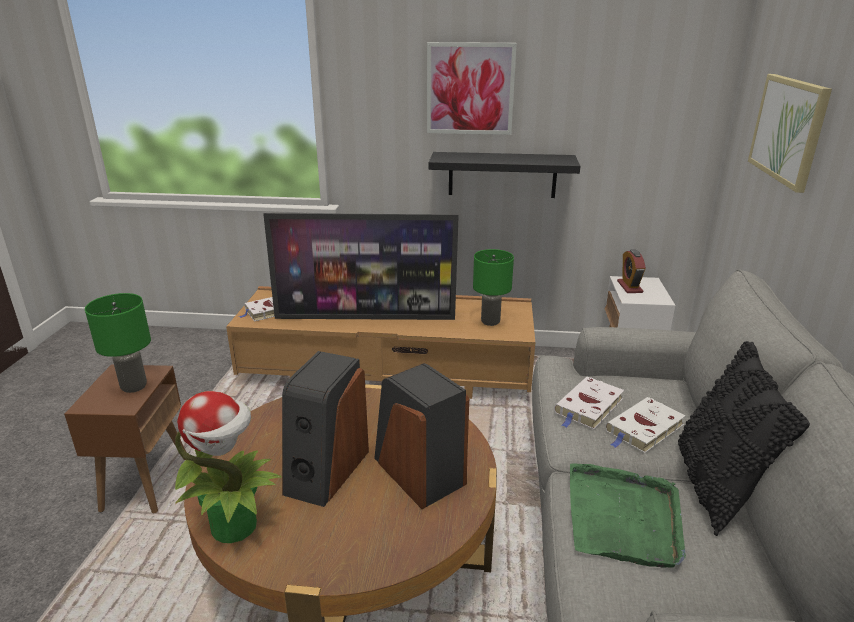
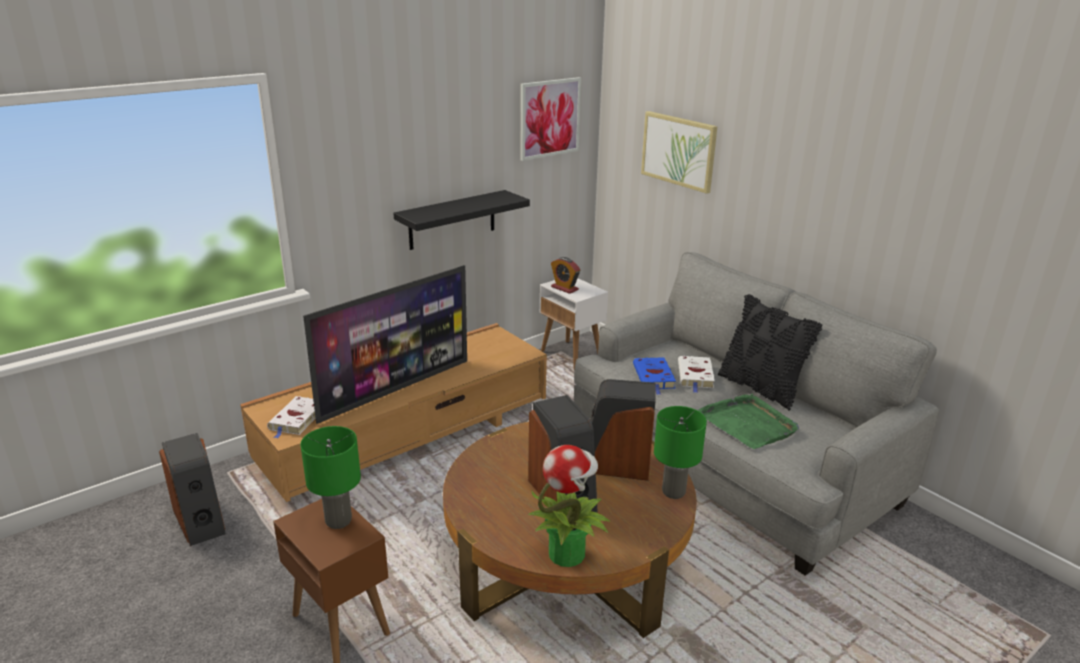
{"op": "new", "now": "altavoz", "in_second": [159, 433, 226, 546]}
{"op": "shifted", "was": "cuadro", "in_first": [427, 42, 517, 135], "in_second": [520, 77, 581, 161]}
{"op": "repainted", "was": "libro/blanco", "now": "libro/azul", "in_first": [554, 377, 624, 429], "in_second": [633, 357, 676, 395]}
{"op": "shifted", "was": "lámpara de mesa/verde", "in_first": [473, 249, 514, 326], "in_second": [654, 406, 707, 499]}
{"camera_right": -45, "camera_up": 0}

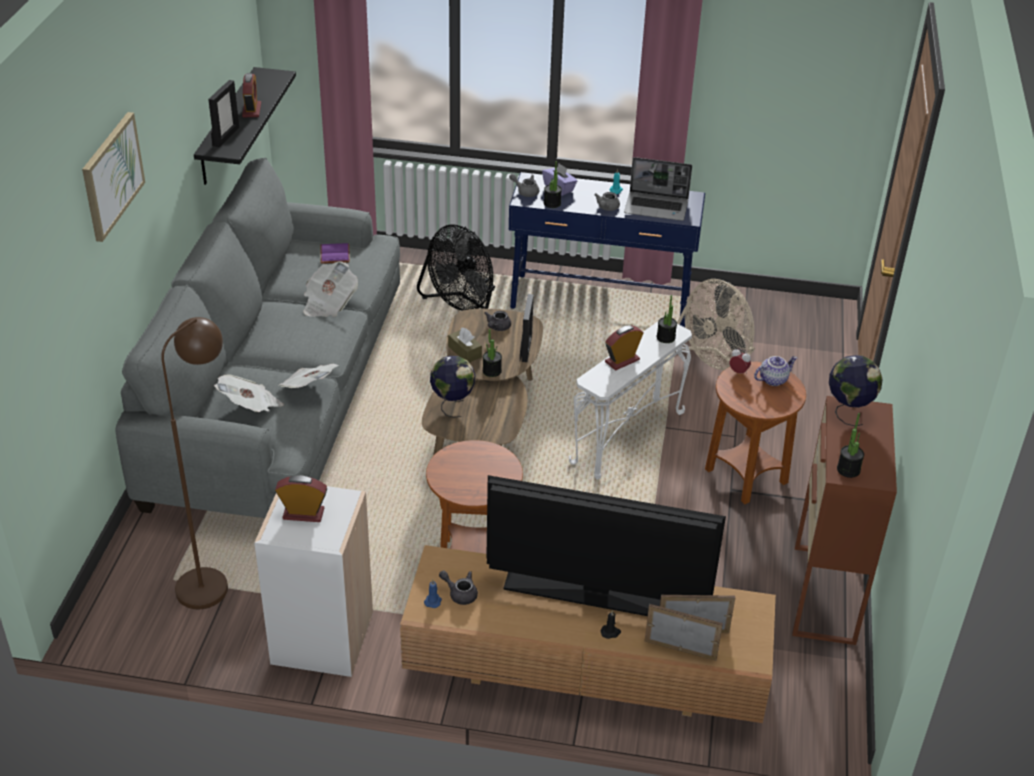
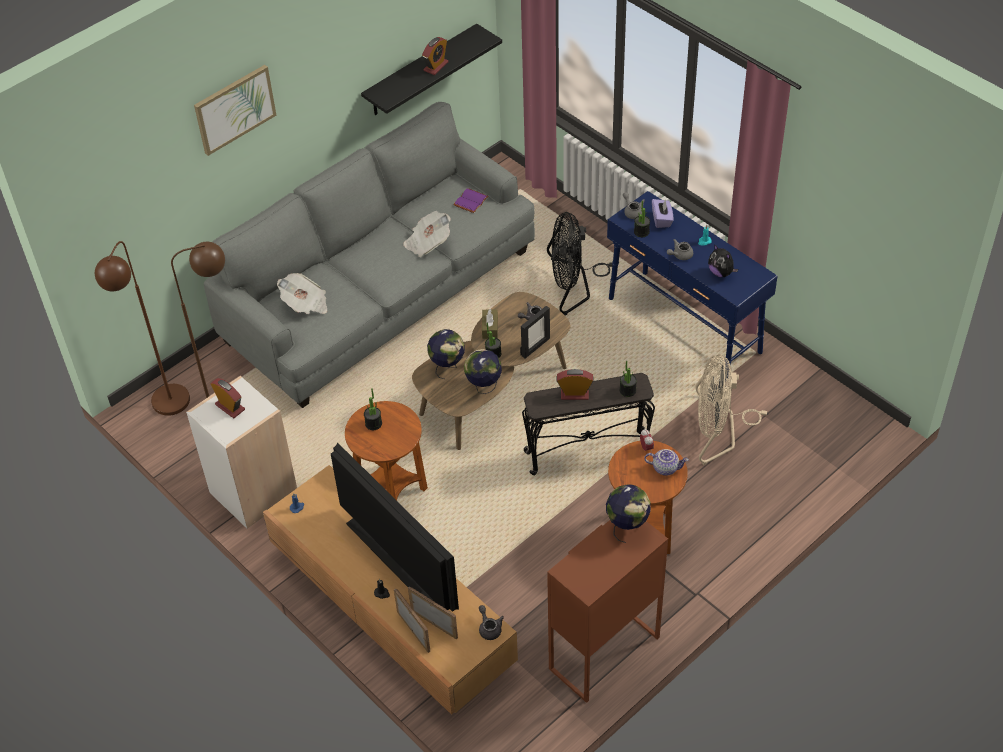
{"op": "new", "now": "lámpara de pie/marrón", "in_second": [95, 241, 190, 416]}
{"op": "shifted", "was": "planta en maceta", "in_first": [837, 413, 864, 478], "in_second": [364, 388, 382, 430]}
{"op": "new", "now": "globo terráqueo", "in_second": [464, 349, 502, 394]}
{"op": "shifted", "was": "tetera/gris", "in_first": [439, 570, 478, 605], "in_second": [479, 605, 504, 640]}
{"op": "repainted", "was": "mesa auxiliar/blanco", "now": "mesa auxiliar/negro", "in_first": [569, 321, 692, 480], "in_second": [522, 373, 655, 476]}
{"op": "swapped", "was": "portátil", "now": "peluche", "in_first": [624, 157, 692, 221], "in_second": [708, 244, 738, 277]}
{"op": "gone", "was": "portarretratos", "in_first": [208, 80, 239, 147]}
{"op": "gone", "was": "periódico", "in_first": [279, 364, 338, 388]}
{"camera_right": 40, "camera_up": 10}

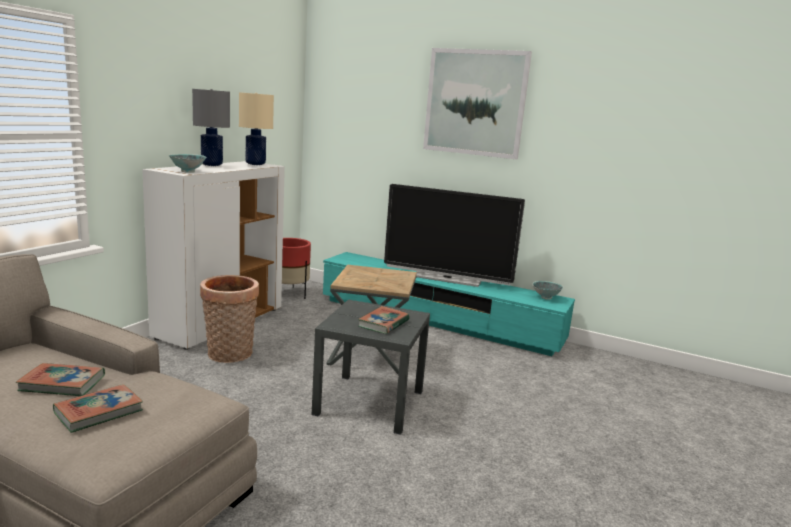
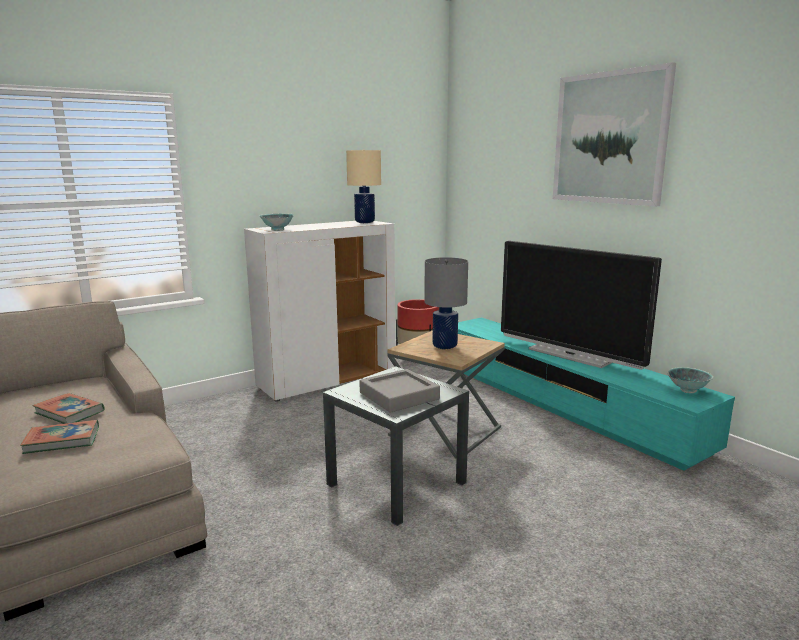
{"op": "swapped", "was": "libro", "now": "bandeja/gris", "in_first": [358, 306, 410, 334], "in_second": [359, 369, 440, 413]}
{"op": "shifted", "was": "lámpara de mesa/gris", "in_first": [192, 89, 230, 166], "in_second": [424, 257, 468, 349]}
{"op": "gone", "was": "cesta", "in_first": [200, 275, 259, 363]}
{"camera_right": 30, "camera_up": 0}

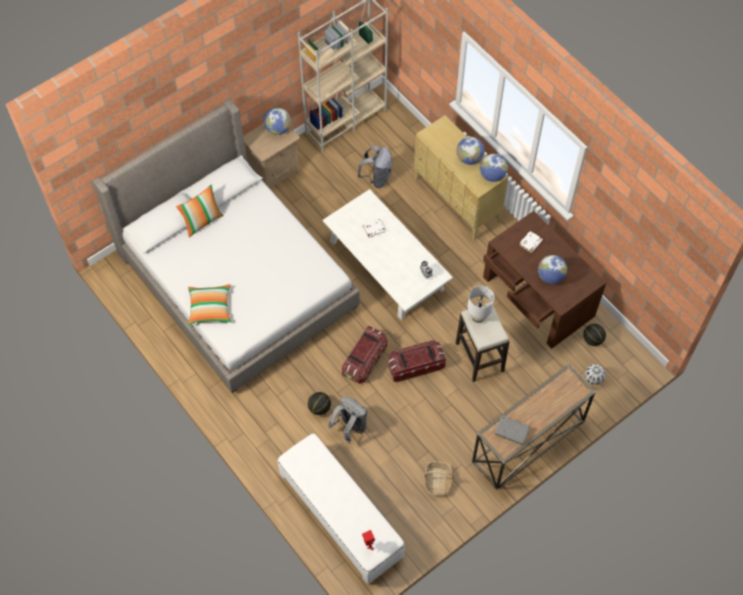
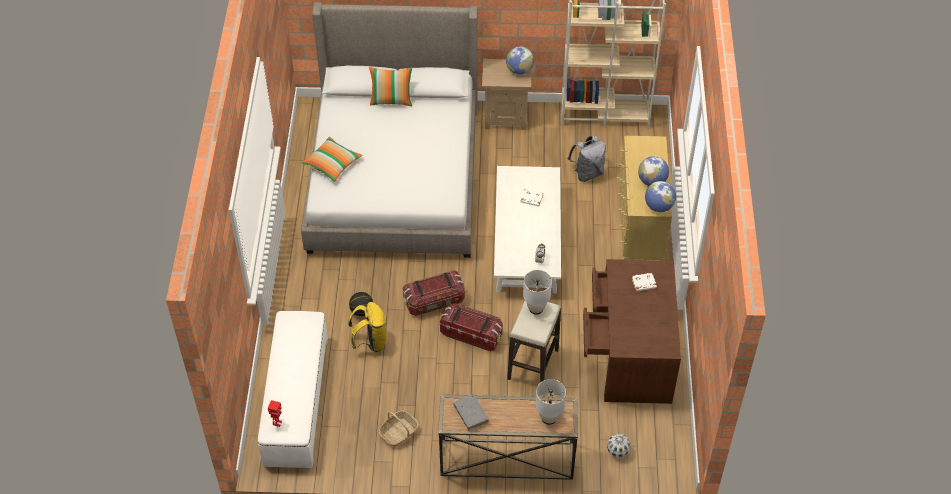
{"op": "repainted", "was": "mochila/gris", "now": "mochila/amarillo", "in_first": [328, 397, 367, 443], "in_second": [348, 302, 387, 352]}
{"op": "new", "now": "lámpara de mesa/blanco", "in_second": [535, 379, 566, 425]}
{"op": "gone", "was": "globo terráqueo", "in_first": [538, 255, 567, 284]}
{"op": "gone", "was": "balón de baloncesto", "in_first": [583, 324, 606, 346]}
{"camera_right": 40, "camera_up": -10}

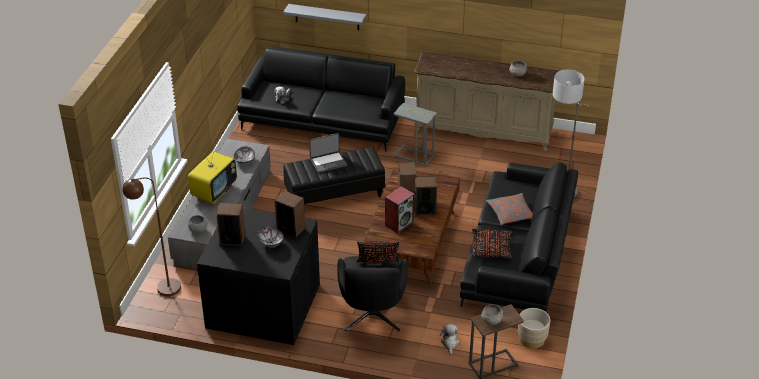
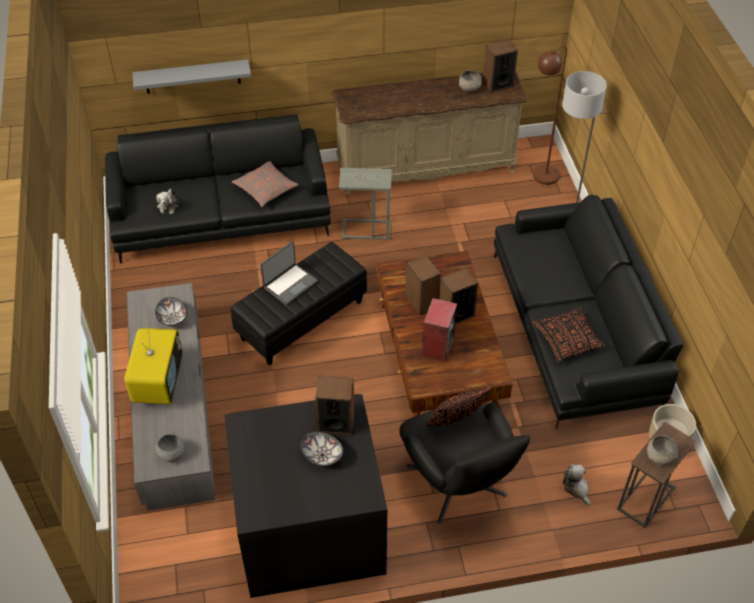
{"op": "shifted", "was": "cojín/gris", "in_first": [486, 193, 533, 225], "in_second": [232, 161, 299, 207]}
{"op": "shifted", "was": "altavoz", "in_first": [216, 203, 245, 246], "in_second": [482, 39, 518, 93]}
{"op": "shifted", "was": "lámpara de pie/marrón", "in_first": [122, 178, 181, 296], "in_second": [533, 46, 567, 185]}
{"camera_right": -25, "camera_up": 10}

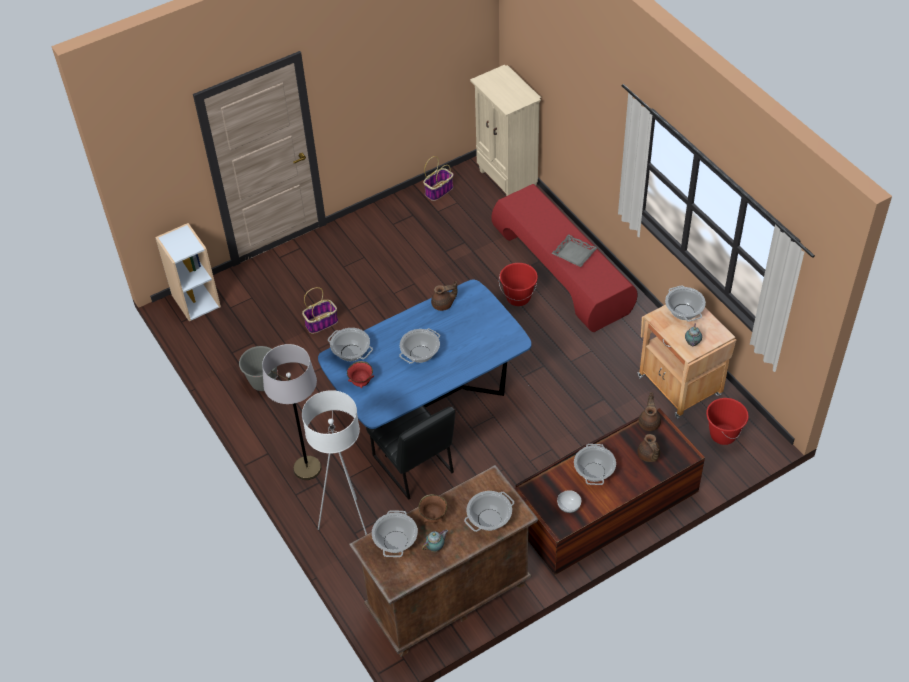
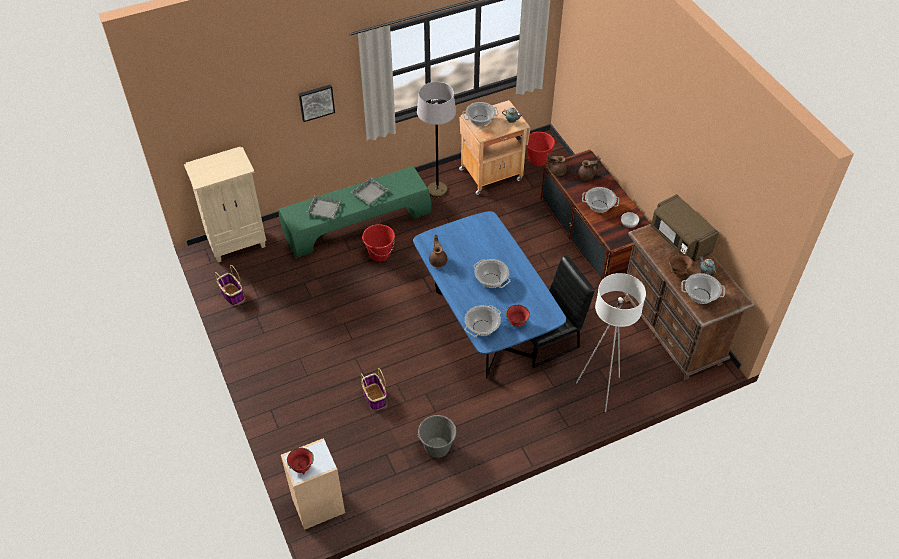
{"op": "repainted", "was": "banco/rojo", "now": "banco/verde", "in_first": [491, 184, 638, 332], "in_second": [278, 166, 431, 258]}
{"op": "new", "now": "cuenco/rojo", "in_second": [287, 448, 314, 474]}
{"op": "new", "now": "cuadro", "in_second": [299, 84, 335, 122]}
{"op": "new", "now": "bandeja/gris", "in_second": [306, 195, 342, 219]}
{"op": "shifted", "was": "lámpara de pie/gris", "in_first": [262, 344, 321, 480], "in_second": [417, 82, 456, 198]}
{"op": "swapped", "was": "olla", "now": "microondas/marrón", "in_first": [464, 491, 514, 532], "in_second": [651, 194, 719, 261]}
{"camera_right": -85, "camera_up": 0}

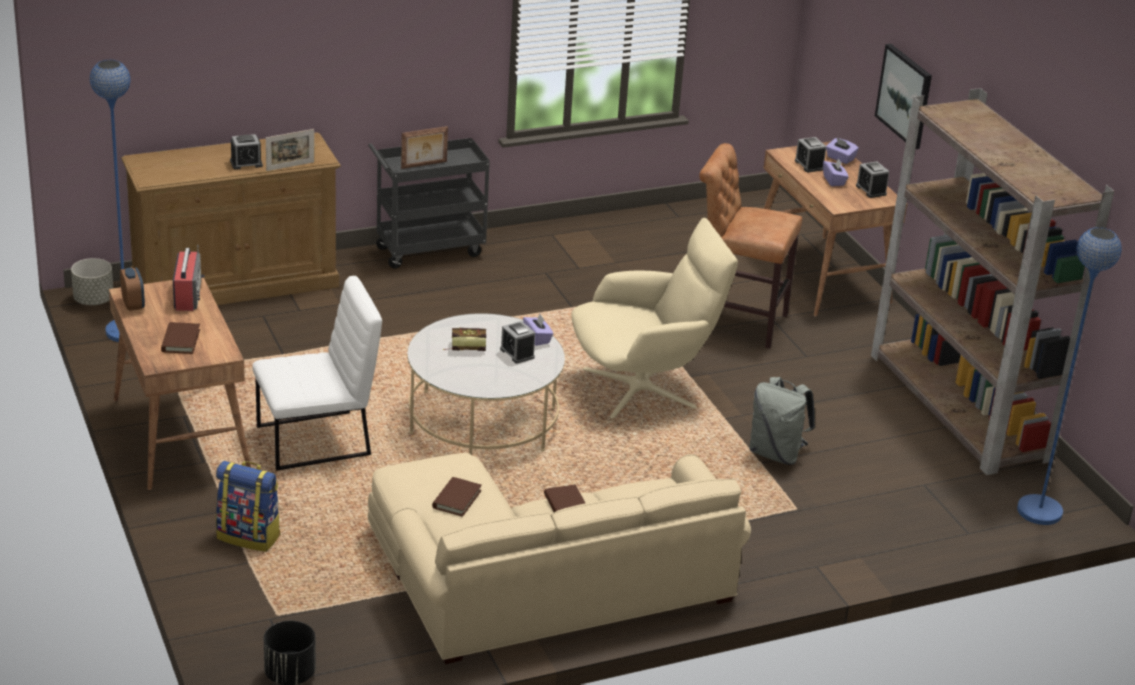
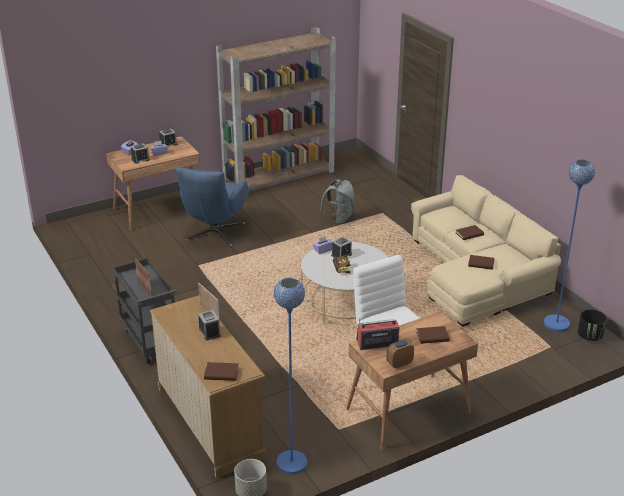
{"op": "swapped", "was": "taburete/marrón", "now": "sillón/azul", "in_first": [699, 143, 802, 349], "in_second": [176, 167, 249, 246]}
{"op": "new", "now": "libro/marrón", "in_second": [204, 362, 239, 381]}
{"op": "shifted", "was": "lámpara de pie/azul", "in_first": [1017, 227, 1122, 525], "in_second": [544, 160, 595, 332]}
{"op": "gone", "was": "mochila", "in_first": [216, 461, 281, 552]}
{"op": "gone", "was": "sillón/beis", "in_first": [572, 218, 738, 419]}
{"op": "gone", "was": "cuadro", "in_first": [875, 44, 932, 149]}
{"camera_right": -95, "camera_up": 0}

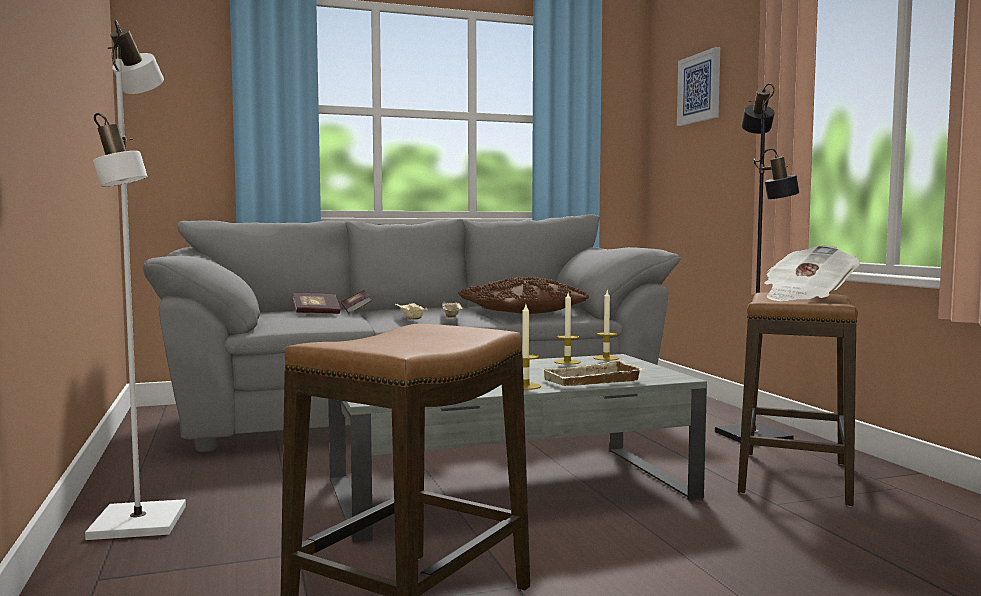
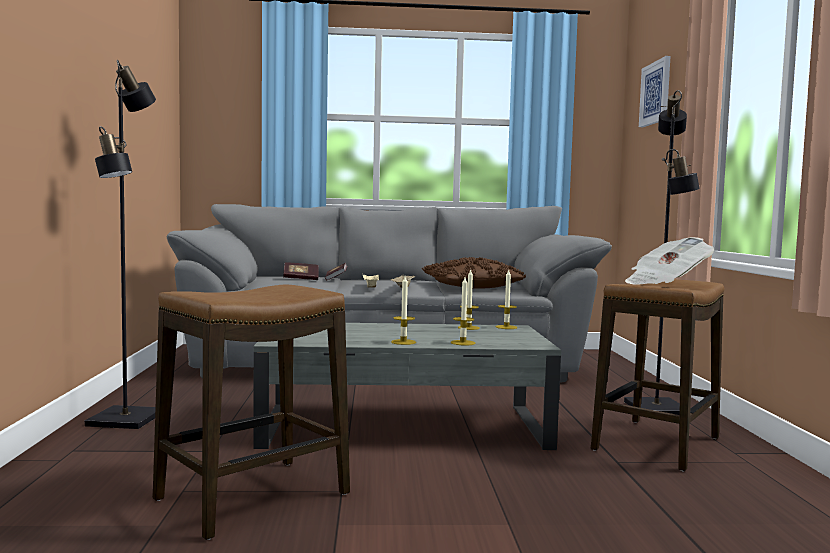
{"op": "repainted", "was": "lámpara de pie/blanco", "now": "lámpara de pie/negro", "in_first": [85, 20, 186, 540], "in_second": [85, 60, 156, 429]}
{"op": "swapped", "was": "bandeja/beis", "now": "vela", "in_first": [541, 360, 644, 386], "in_second": [451, 277, 475, 346]}
{"camera_right": 15, "camera_up": 0}

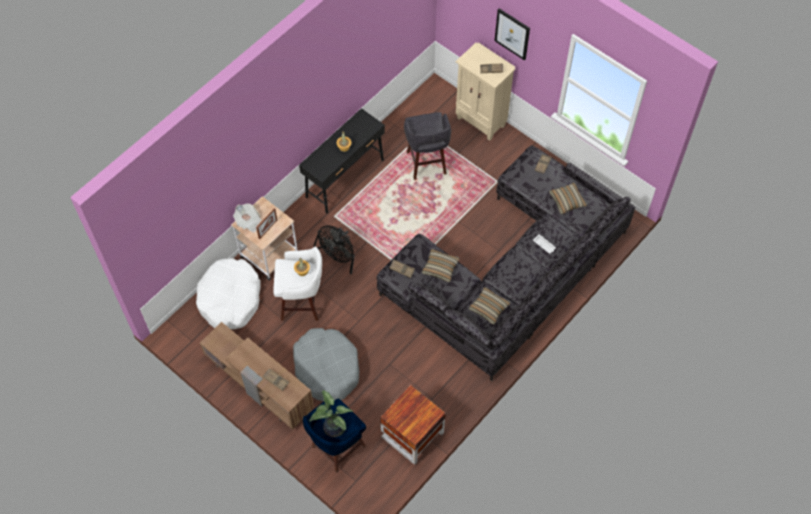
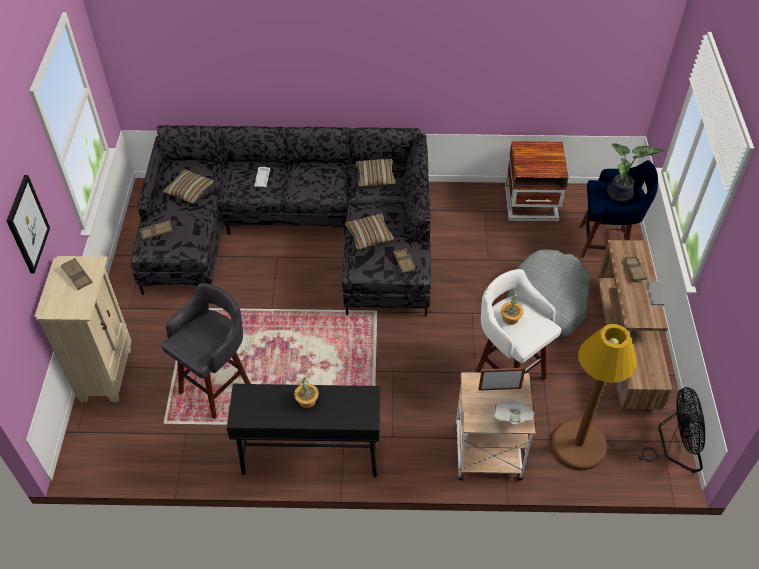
{"op": "swapped", "was": "cama para perro/blanco", "now": "lámpara de pie/marrón", "in_first": [196, 258, 261, 329], "in_second": [551, 324, 637, 470]}
{"op": "shifted", "was": "ventilador/negro", "in_first": [314, 225, 355, 274], "in_second": [638, 387, 705, 473]}
{"camera_right": -130, "camera_up": -10}

